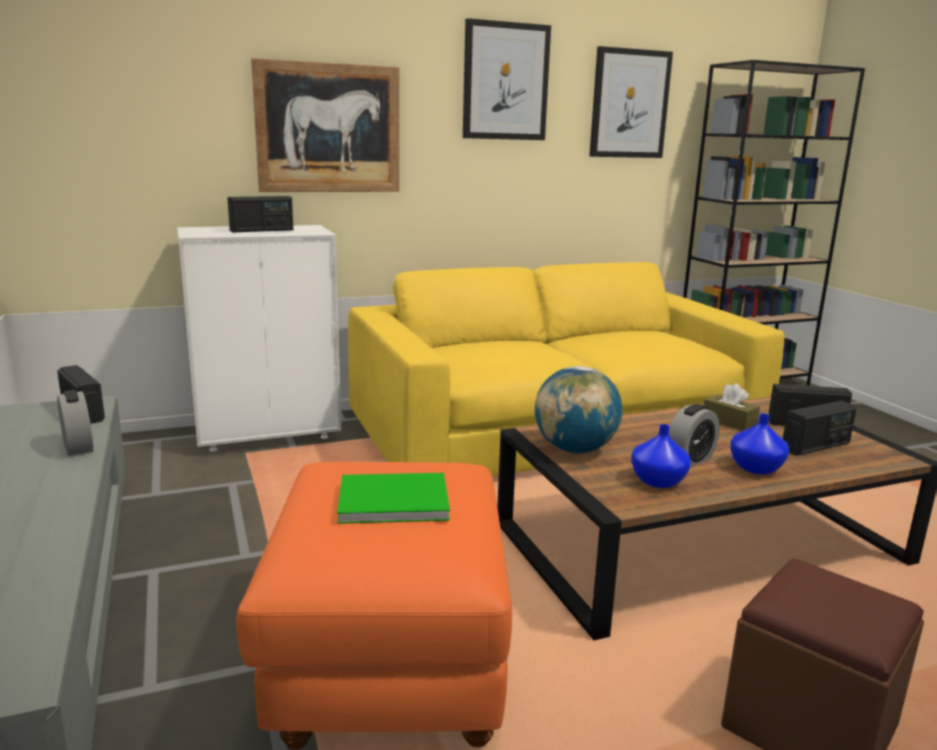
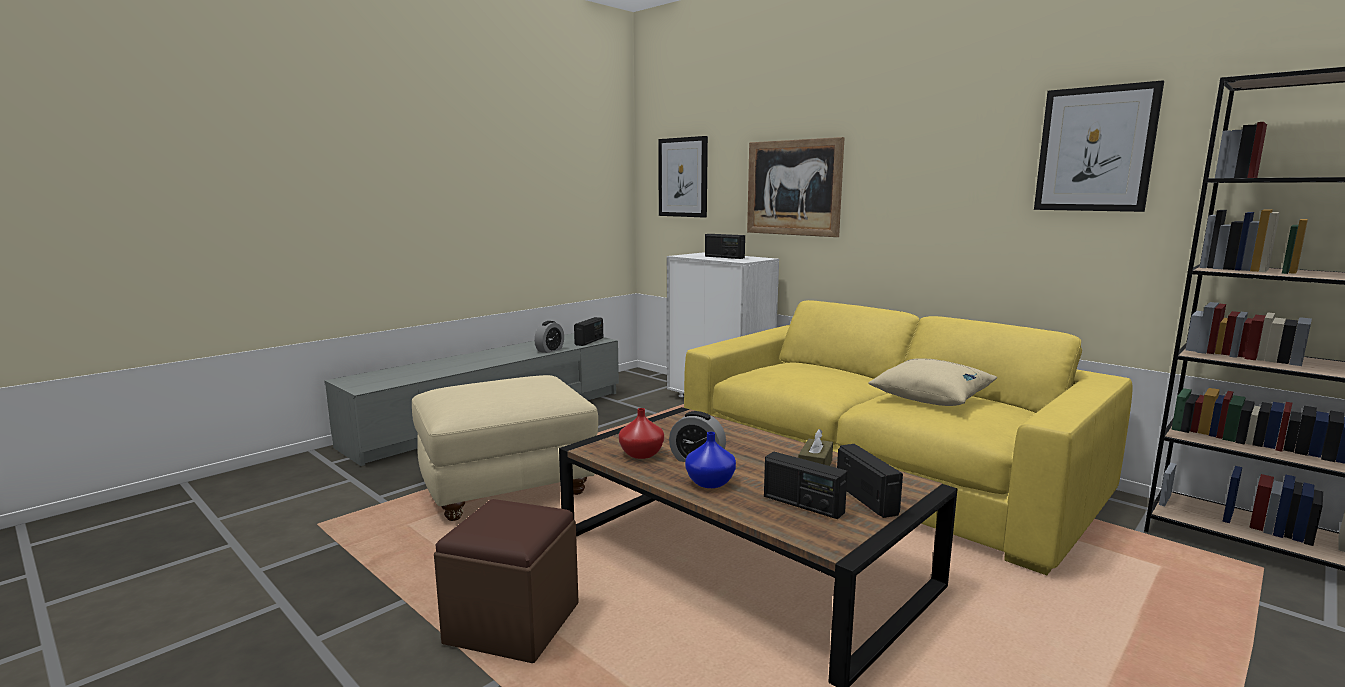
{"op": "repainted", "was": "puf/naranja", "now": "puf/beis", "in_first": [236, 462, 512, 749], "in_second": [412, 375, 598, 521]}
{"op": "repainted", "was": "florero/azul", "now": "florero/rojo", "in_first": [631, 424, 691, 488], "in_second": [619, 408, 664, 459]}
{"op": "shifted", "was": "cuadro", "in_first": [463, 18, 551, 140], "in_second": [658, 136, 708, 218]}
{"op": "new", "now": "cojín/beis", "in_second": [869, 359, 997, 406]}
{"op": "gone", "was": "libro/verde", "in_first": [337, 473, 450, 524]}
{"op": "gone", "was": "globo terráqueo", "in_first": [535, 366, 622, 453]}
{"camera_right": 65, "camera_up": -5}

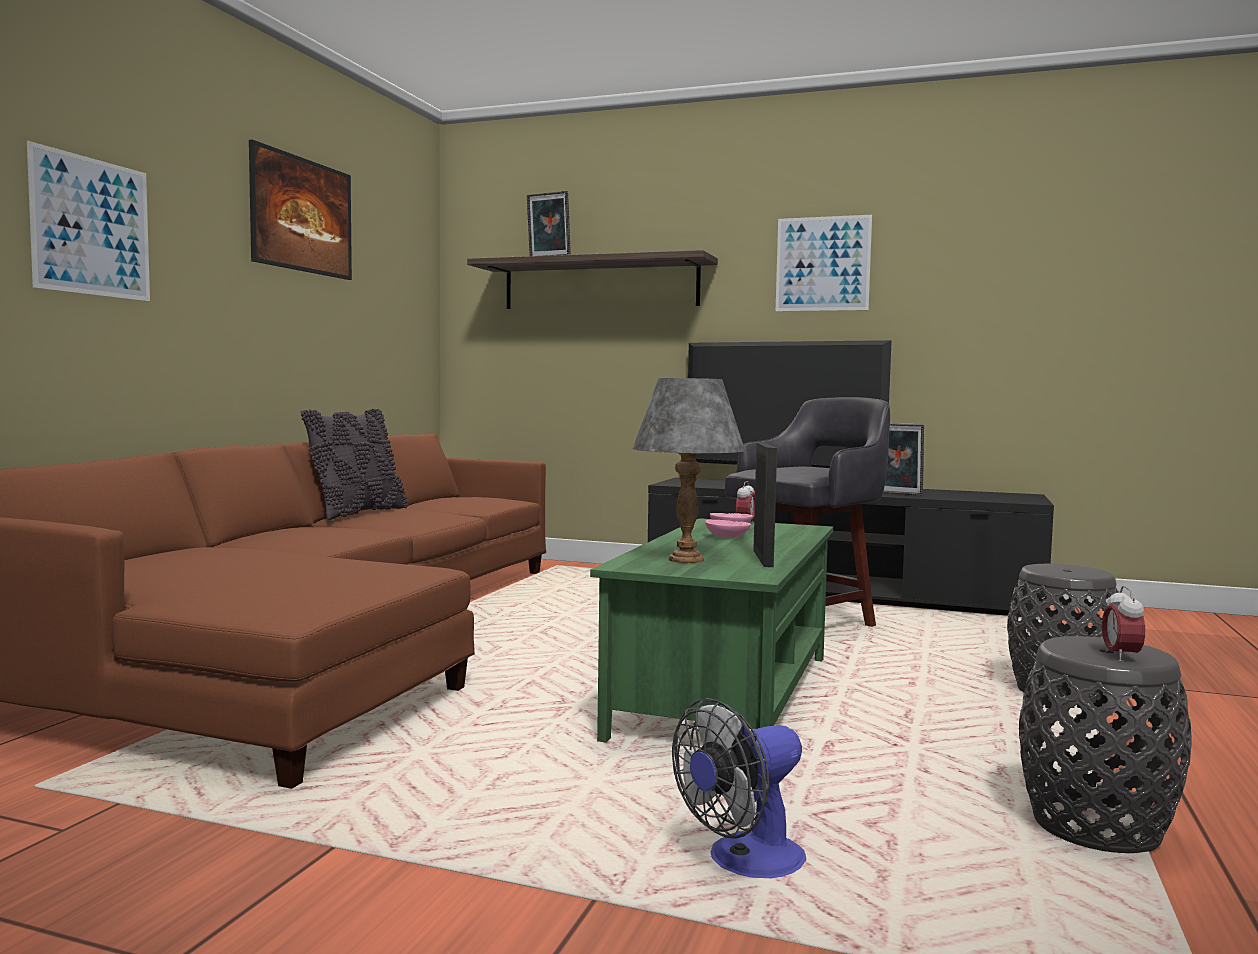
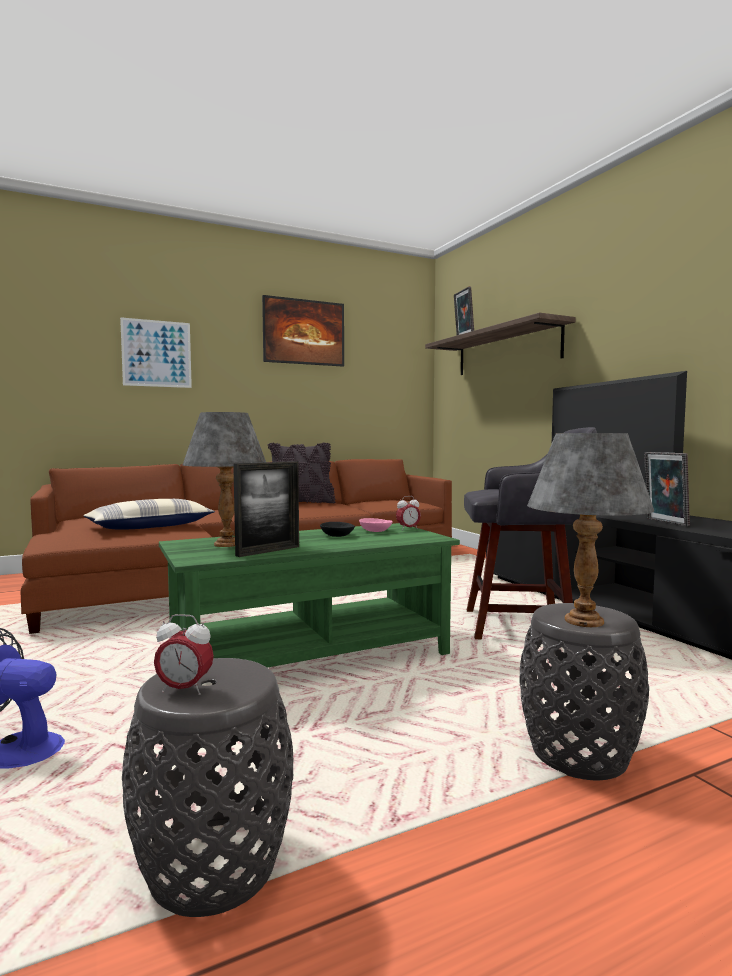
{"op": "new", "now": "cojín", "in_second": [83, 499, 215, 530]}
{"op": "rotated", "was": "despertador", "in_first": [1102, 586, 1145, 662], "in_second": [154, 614, 214, 695], "clockwise": -135}
{"op": "repainted", "was": "cuenco/rosa", "now": "cuenco/negro", "in_first": [705, 520, 751, 538], "in_second": [320, 522, 355, 537]}
{"op": "new", "now": "lámpara de mesa/gris", "in_second": [527, 433, 654, 627]}
{"op": "gone", "was": "cuadro", "in_first": [776, 215, 872, 311]}
{"camera_right": 45, "camera_up": 0}

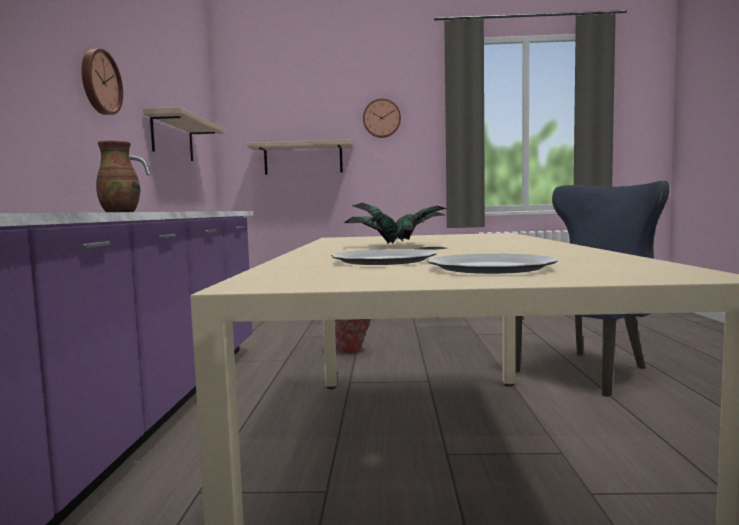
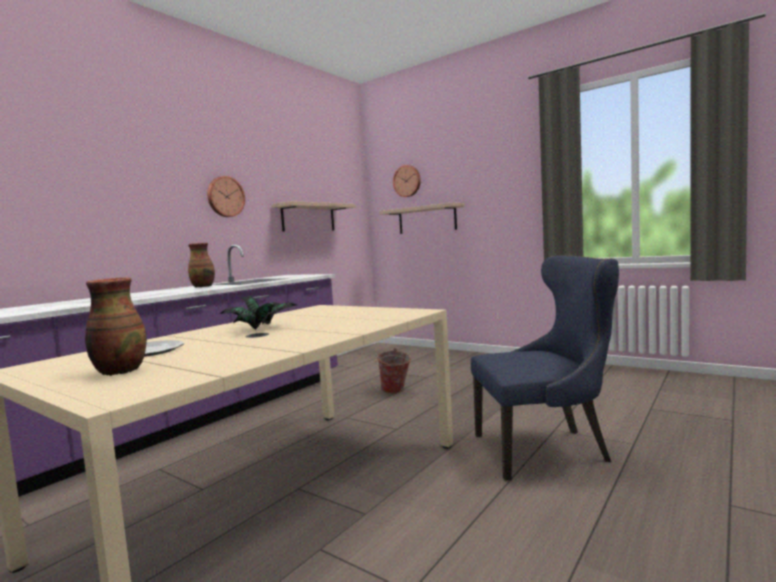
{"op": "swapped", "was": "plato", "now": "florero", "in_first": [428, 253, 558, 274], "in_second": [85, 278, 147, 376]}
{"op": "shifted", "was": "reloj de pared", "in_first": [363, 98, 401, 138], "in_second": [393, 165, 421, 197]}
{"camera_right": 35, "camera_up": 0}

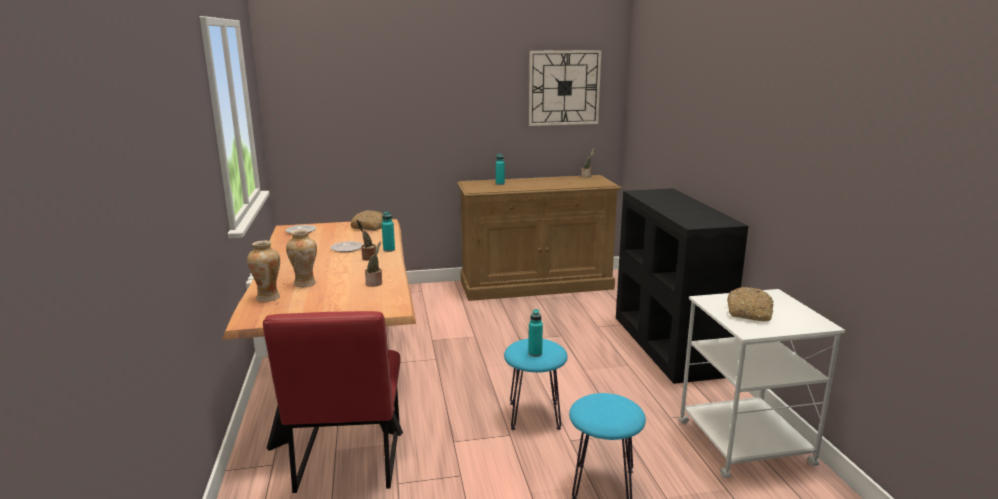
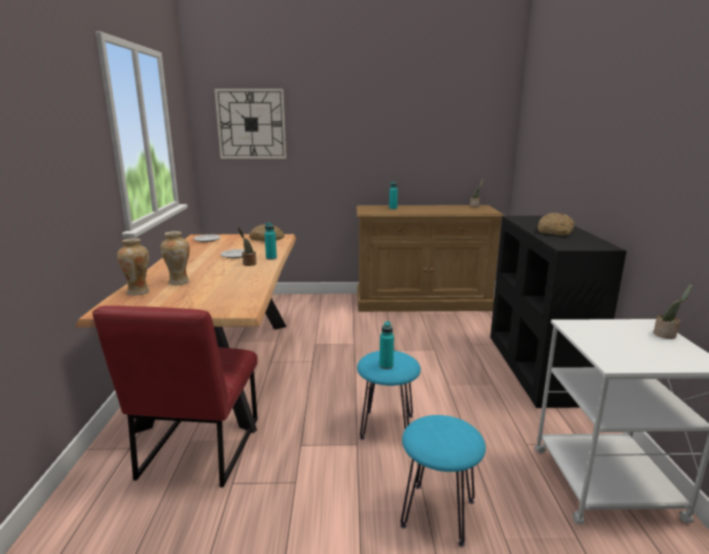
{"op": "shifted", "was": "reloj de pared", "in_first": [529, 50, 601, 126], "in_second": [215, 89, 286, 159]}
{"op": "shifted", "was": "pan", "in_first": [727, 287, 774, 321], "in_second": [538, 213, 575, 236]}
{"op": "shifted", "was": "planta en maceta", "in_first": [365, 241, 382, 287], "in_second": [653, 284, 692, 339]}
{"camera_right": 10, "camera_up": 0}

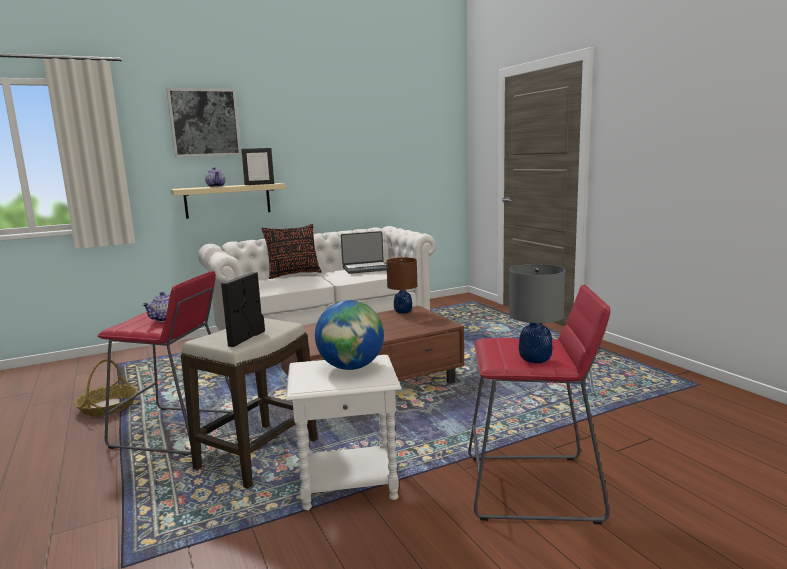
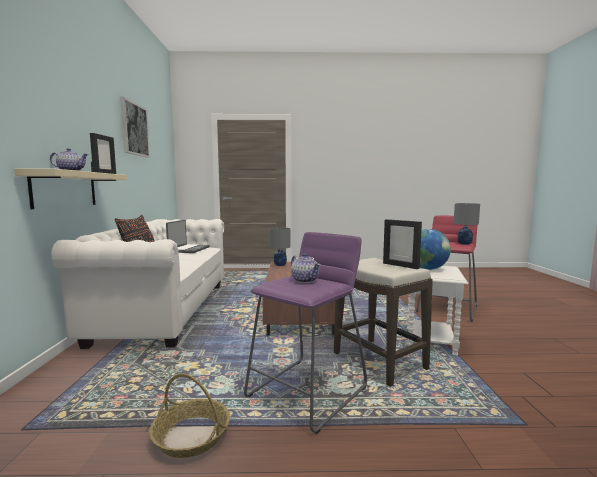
{"op": "shifted", "was": "cuadro", "in_first": [166, 88, 241, 157], "in_second": [120, 97, 150, 158]}
{"op": "repainted", "was": "taburete/rojo", "now": "taburete/morado", "in_first": [97, 271, 231, 456], "in_second": [244, 232, 367, 434]}
{"op": "repainted", "was": "lámpara de mesa/marrón", "now": "lámpara de mesa/gris", "in_first": [386, 258, 417, 314], "in_second": [270, 227, 291, 266]}
{"camera_right": -65, "camera_up": -5}

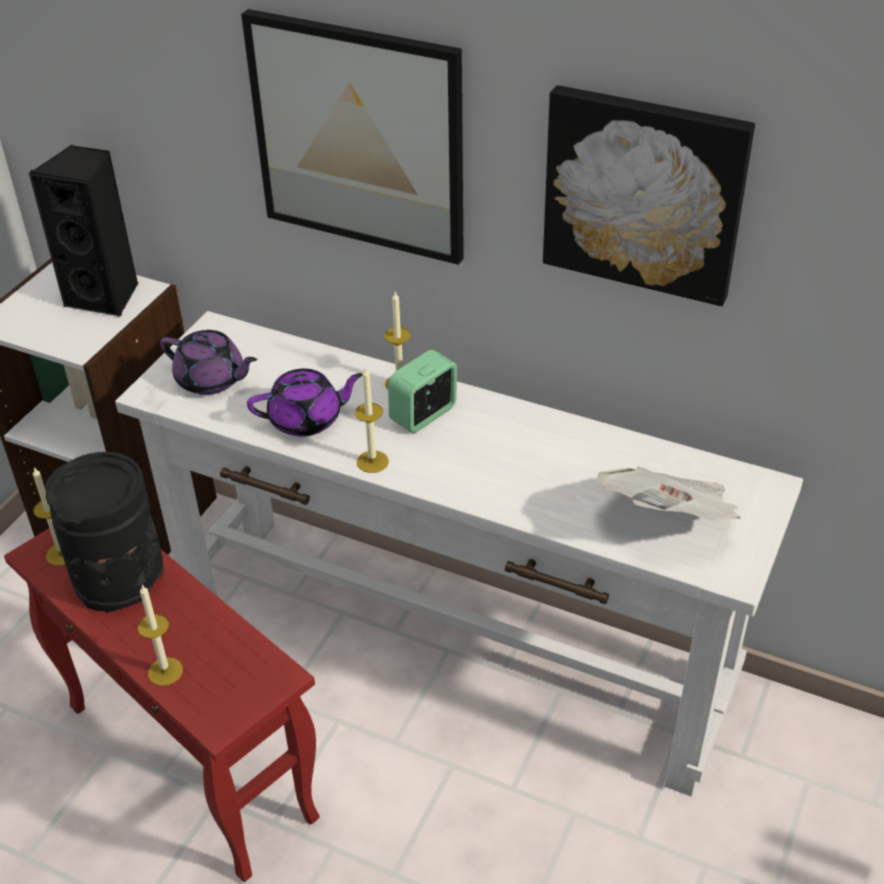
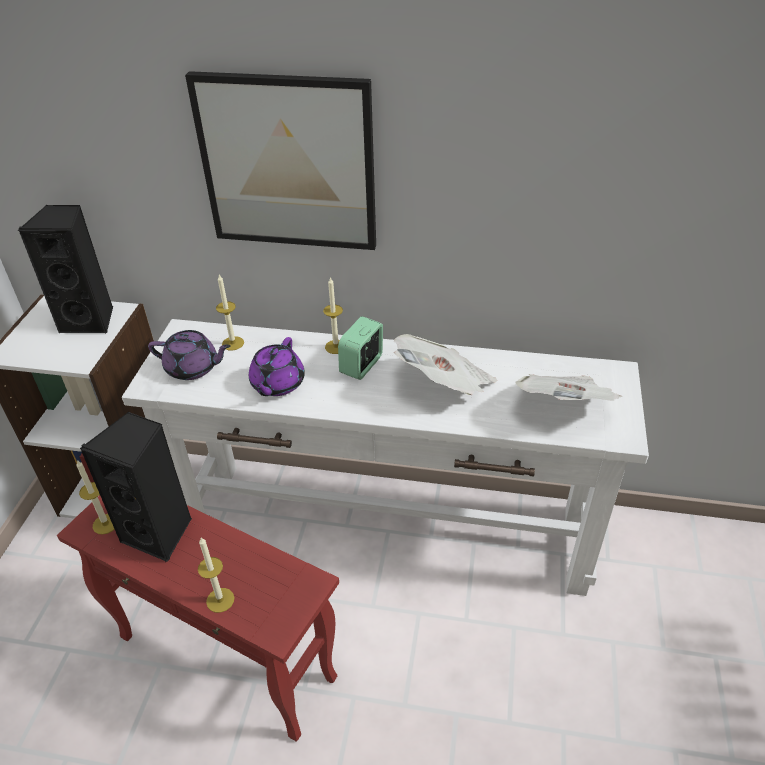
{"op": "swapped", "was": "florero/negro", "now": "altavoz/negro", "in_first": [46, 452, 164, 613], "in_second": [80, 412, 192, 562]}
{"op": "shifted", "was": "vela", "in_first": [355, 367, 389, 473], "in_second": [216, 275, 244, 351]}
{"op": "rotated", "was": "tetera/morado", "in_first": [247, 368, 363, 437], "in_second": [249, 337, 305, 396], "clockwise": 135}
{"op": "new", "now": "periódico", "in_second": [394, 334, 497, 395]}
{"op": "gone", "was": "cuadro", "in_first": [543, 85, 755, 306]}
{"camera_right": -15, "camera_up": 0}

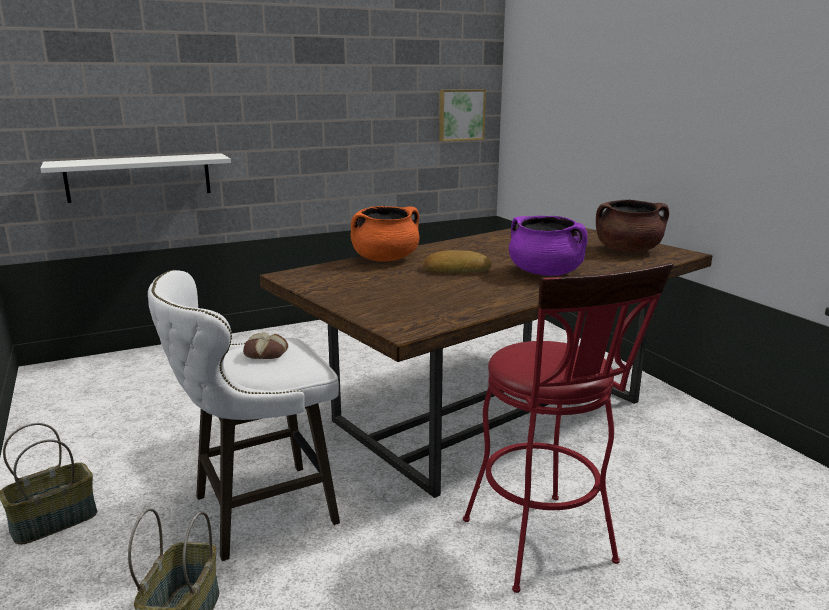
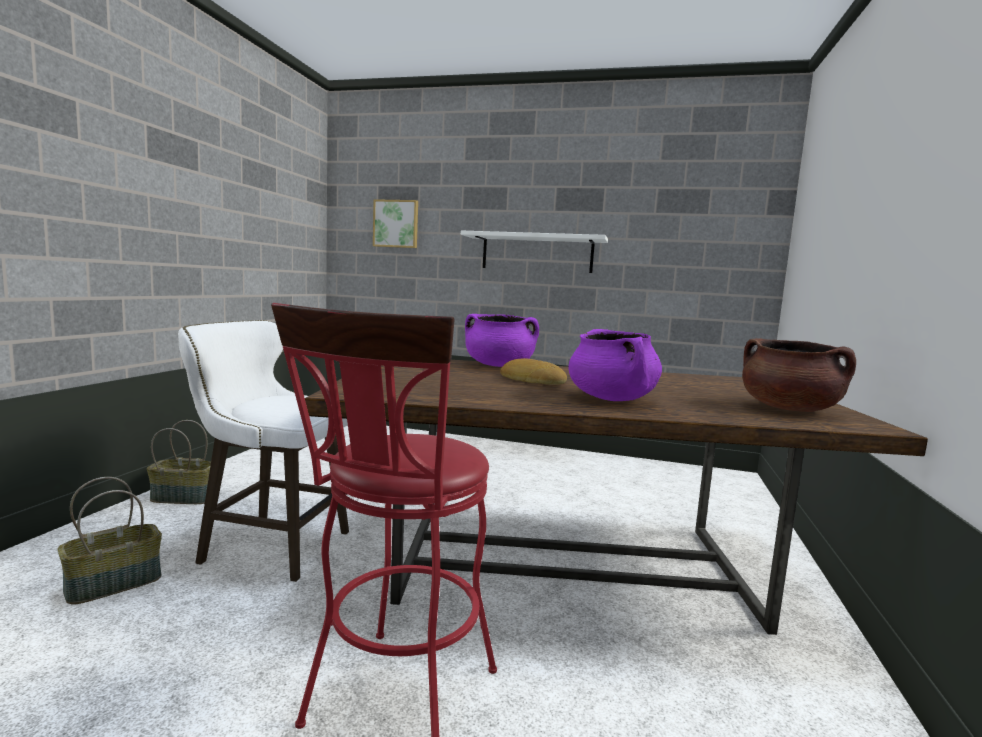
{"op": "shifted", "was": "cuadro", "in_first": [439, 89, 486, 142], "in_second": [373, 199, 418, 248]}
{"op": "shifted", "was": "estante/blanco", "in_first": [40, 153, 231, 203], "in_second": [461, 230, 608, 273]}
{"op": "repainted", "was": "olla/naranja", "now": "olla/morado", "in_first": [350, 206, 419, 262], "in_second": [465, 314, 539, 367]}
{"op": "gone", "was": "pan", "in_first": [243, 332, 288, 359]}
{"camera_right": 40, "camera_up": -10}

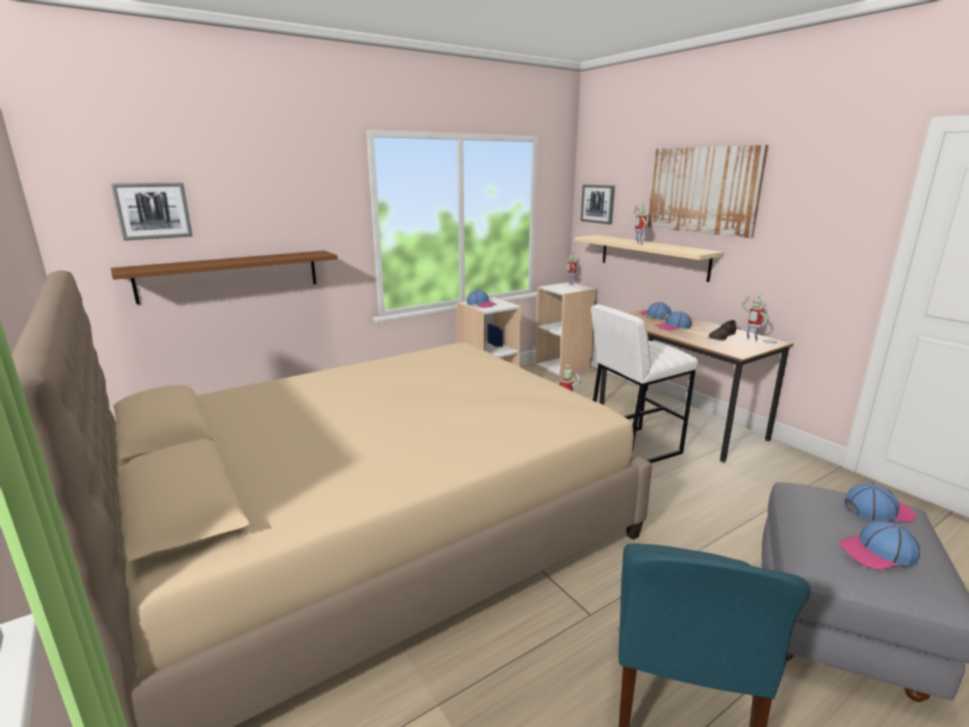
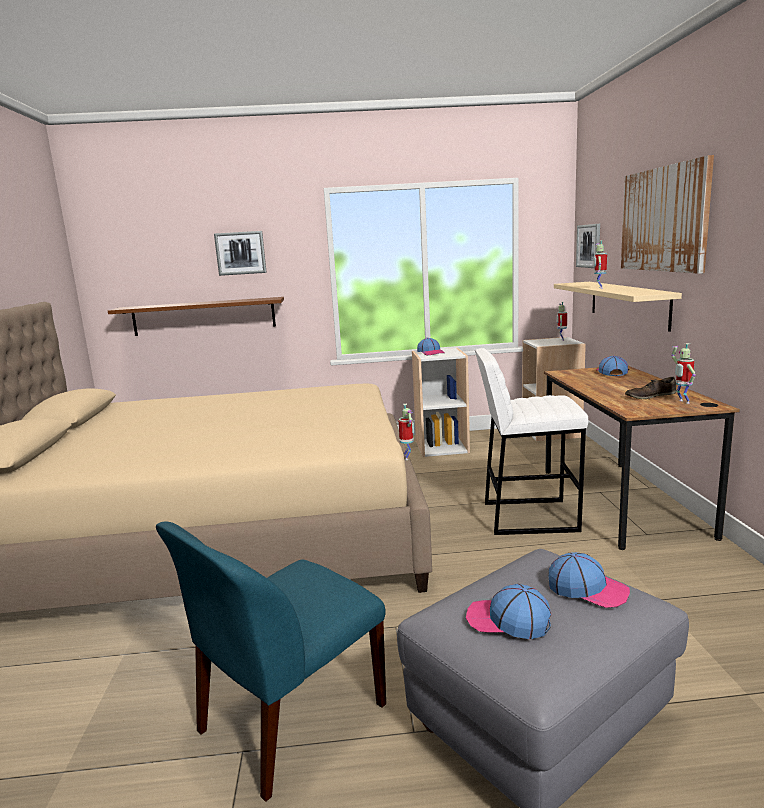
{"op": "shifted", "was": "cuadro", "in_first": [111, 183, 193, 241], "in_second": [214, 231, 267, 276]}
{"op": "gone", "was": "gorra", "in_first": [656, 311, 692, 331]}
{"camera_right": 30, "camera_up": -5}

